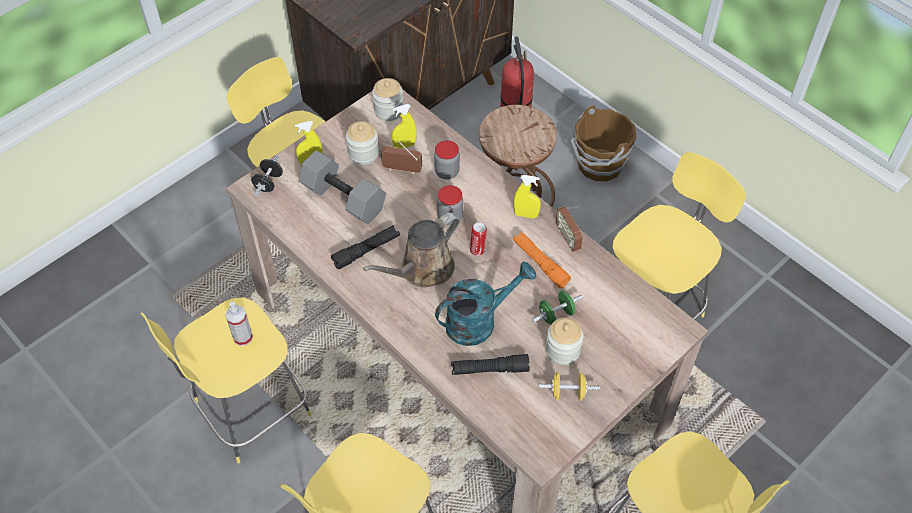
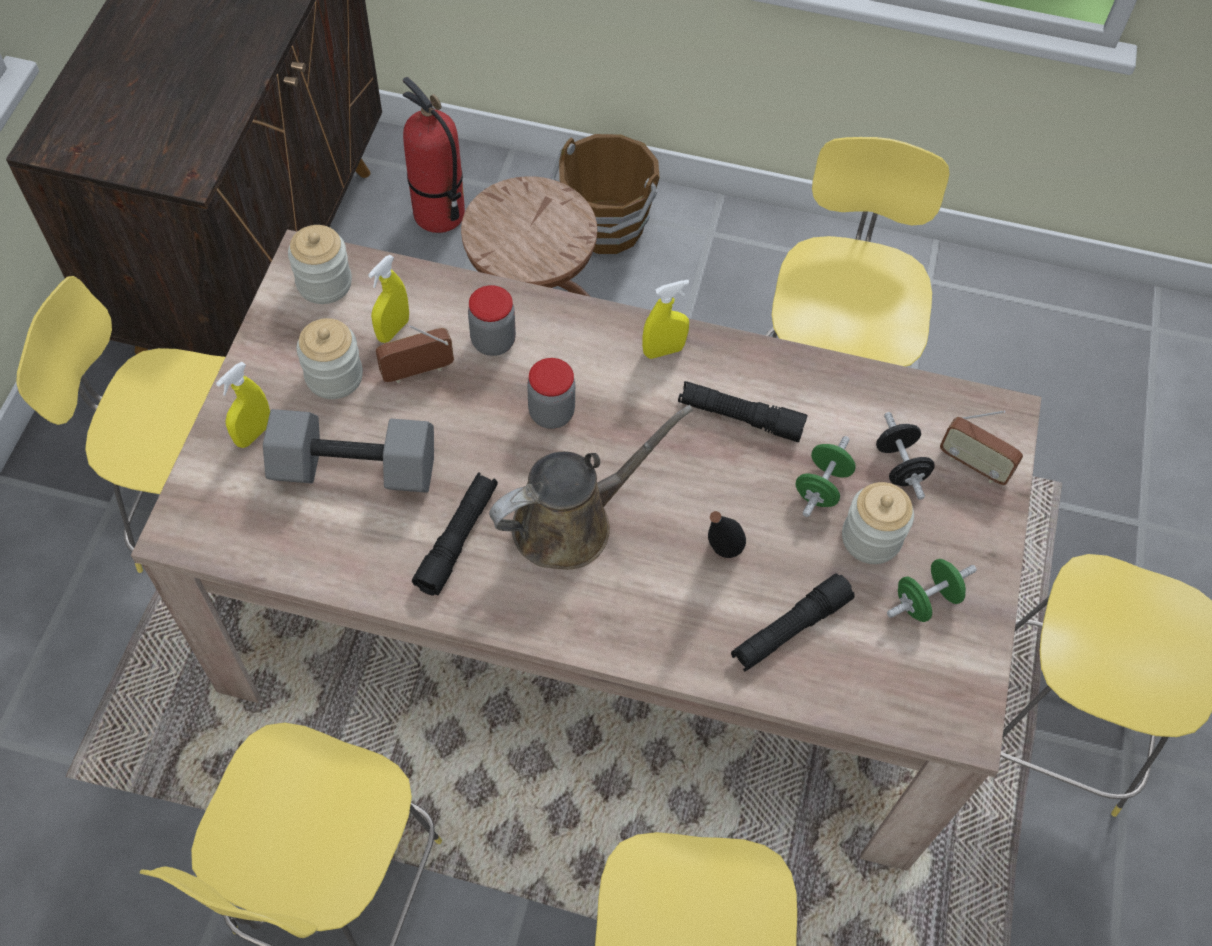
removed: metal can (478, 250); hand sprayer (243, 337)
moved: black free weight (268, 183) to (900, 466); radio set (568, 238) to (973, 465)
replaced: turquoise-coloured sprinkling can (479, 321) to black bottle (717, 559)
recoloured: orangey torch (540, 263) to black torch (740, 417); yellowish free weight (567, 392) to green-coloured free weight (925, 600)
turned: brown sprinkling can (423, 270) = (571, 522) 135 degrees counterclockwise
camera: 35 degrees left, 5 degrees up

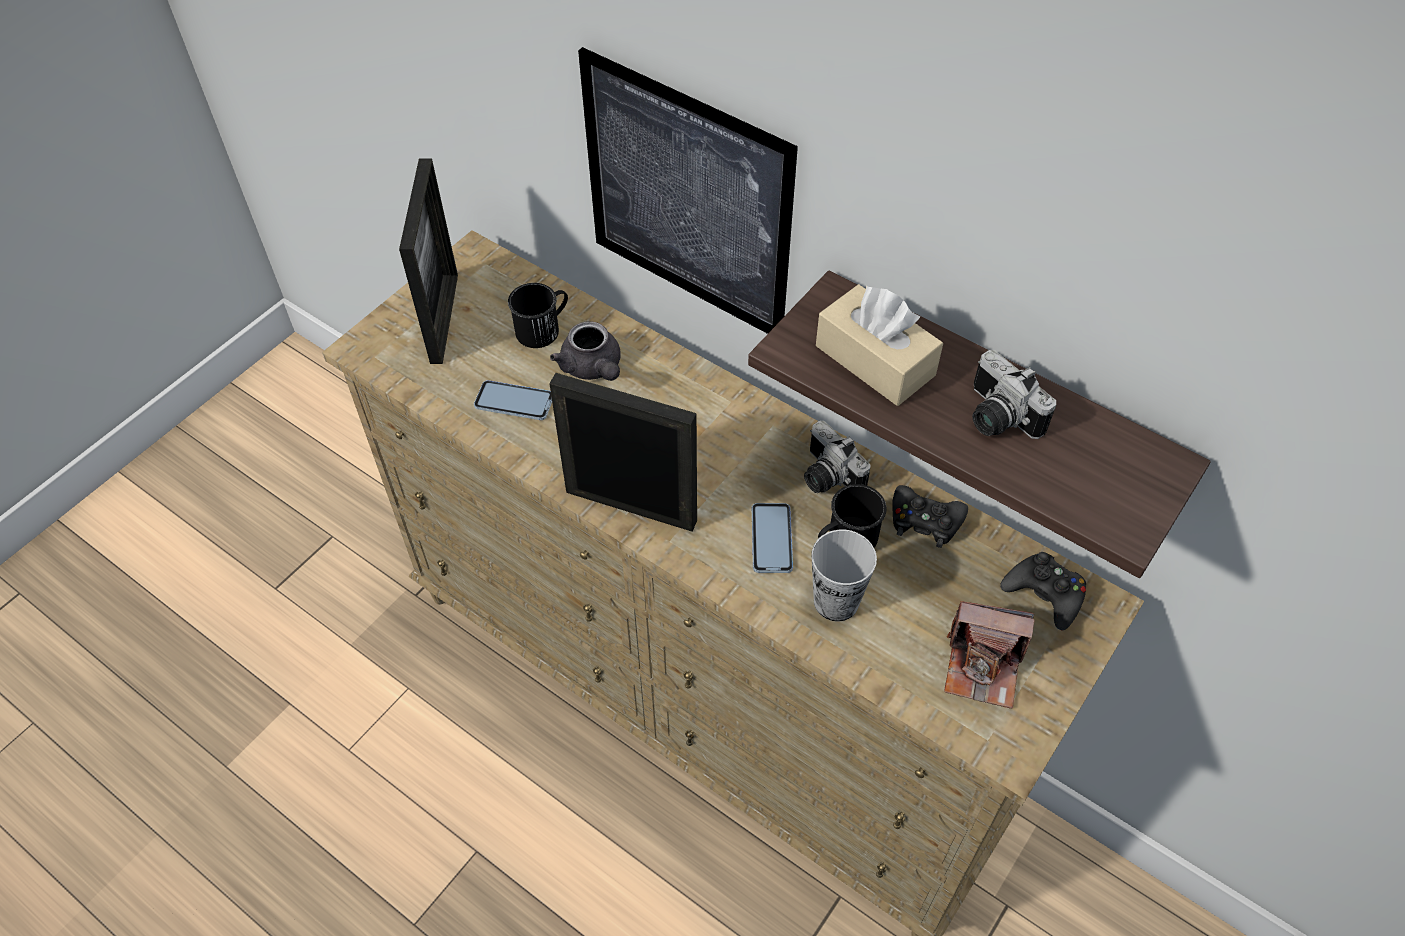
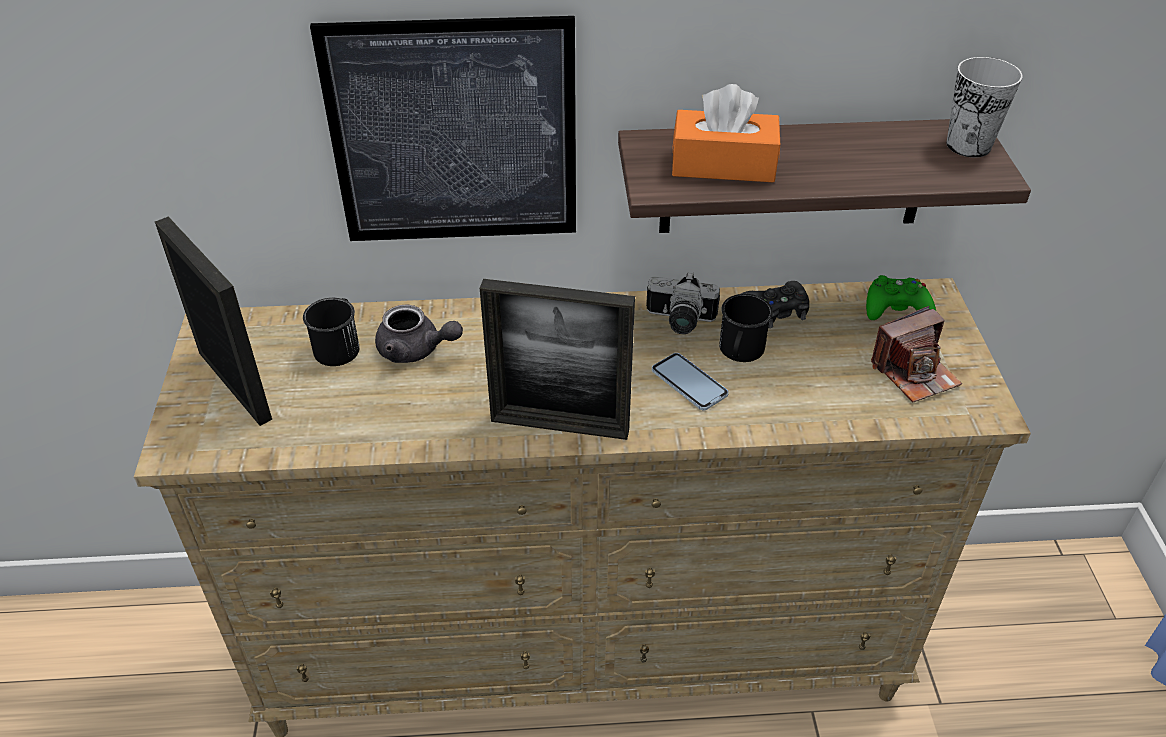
removed: photo camera (996, 418); phone (514, 402)
moved: small cup (836, 601) to (968, 145)
recoloured: beige-coloured box of tissues (875, 360) to orangey box of tissues (723, 165); black game controller (1044, 594) to green-coloured game controller (896, 308)
turned: picture frame (631, 506) = (559, 425) 150 degrees counterclockwise
camera: 40 degrees left, 10 degrees down

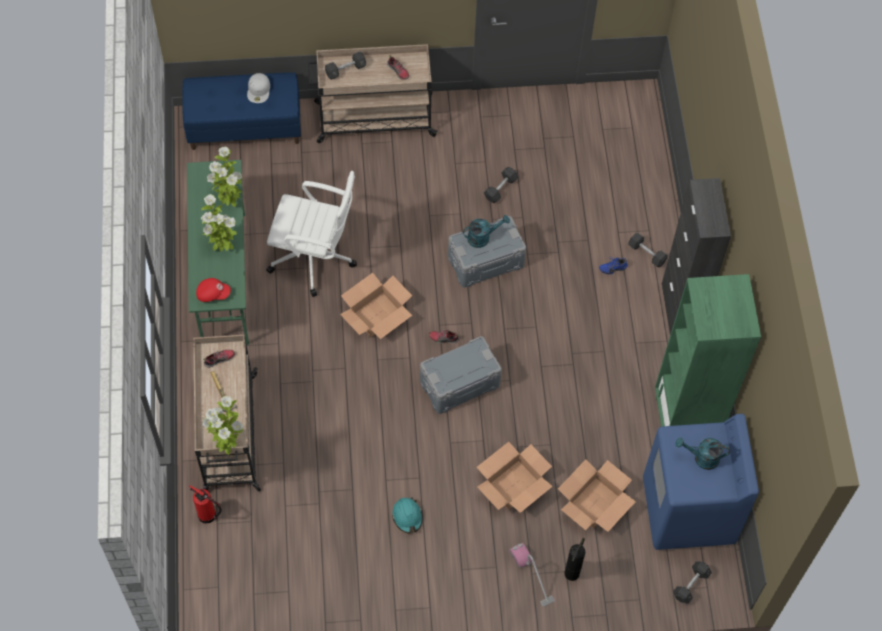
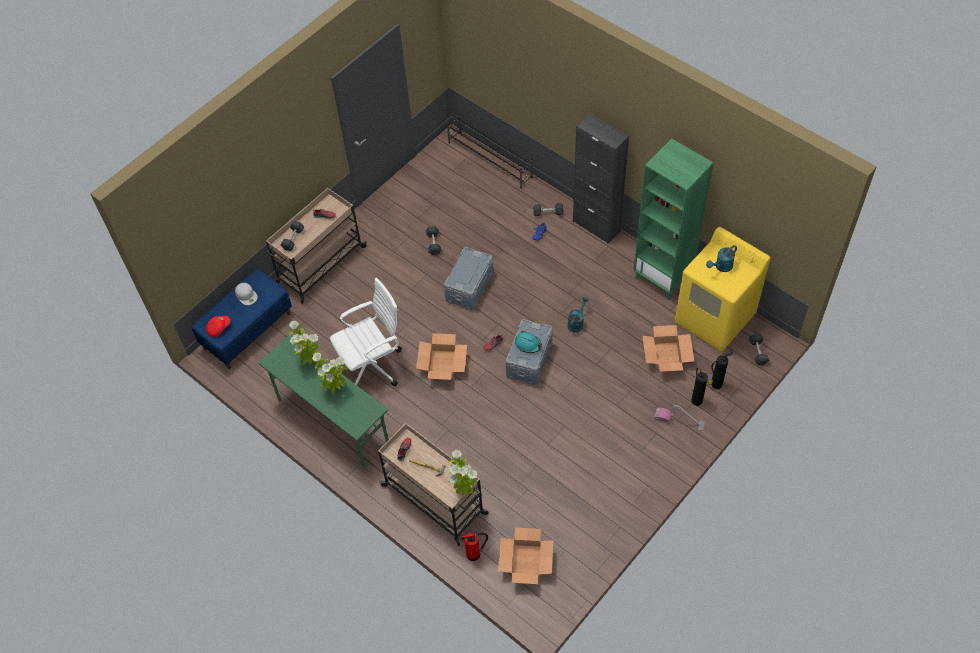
added: black shoe stand (490, 160); fire extinguisher (715, 384)
moved: turquoise-coloured sprinkling can (482, 237) to (576, 322); red cap (213, 293) to (218, 328); cardboard box (513, 485) to (526, 562); turquoise-coloured hard hat (407, 516) to (528, 344)
recoloured: blue laundry machine (688, 511) to yellowish laundry machine (715, 318)
camera: 40 degrees left, 5 degrees down

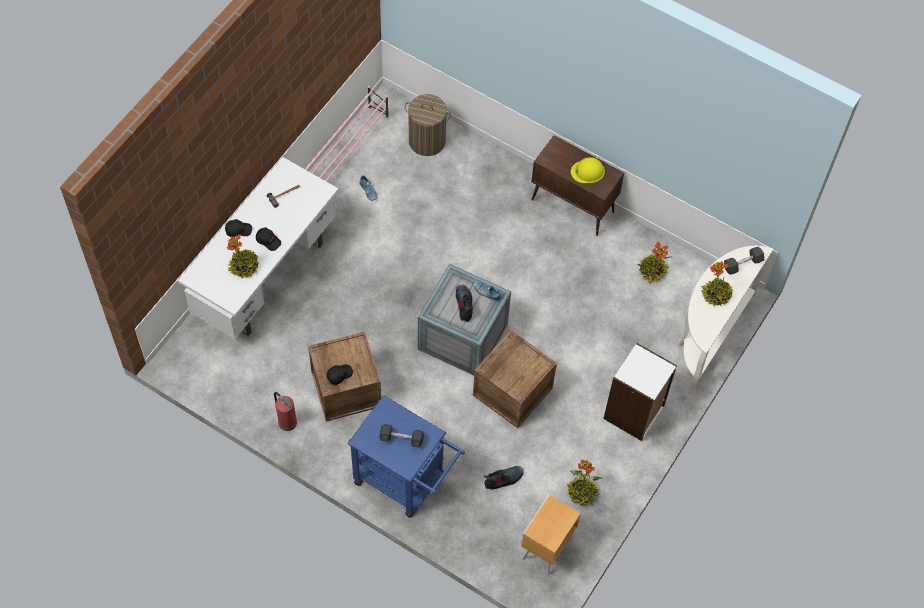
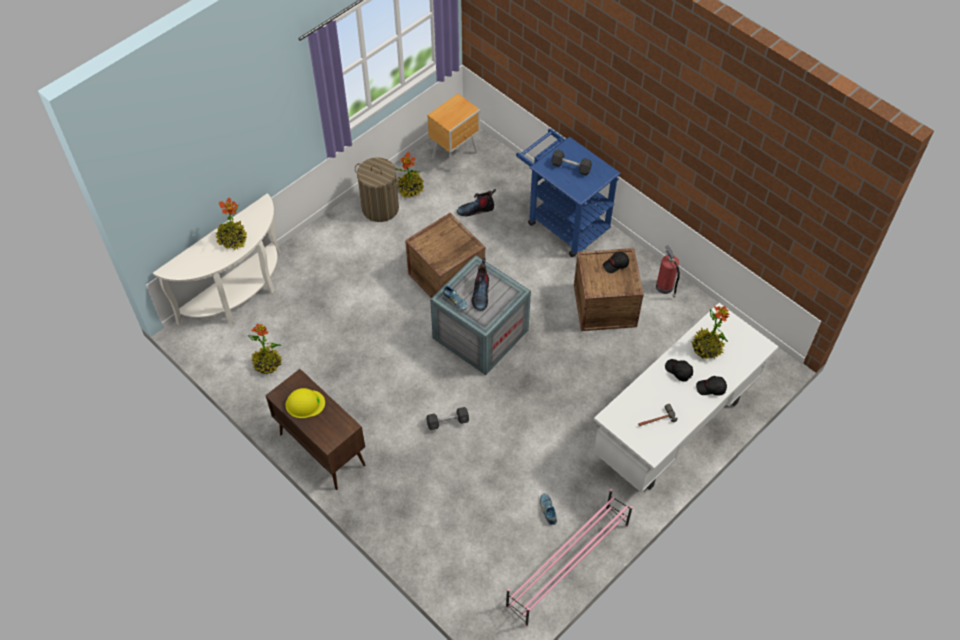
removed: white bookcase (634, 413)
moved: washing basket (427, 141) to (380, 208); greyish free weight (742, 264) to (447, 422)
camera: 165 degrees left, 5 degrees down

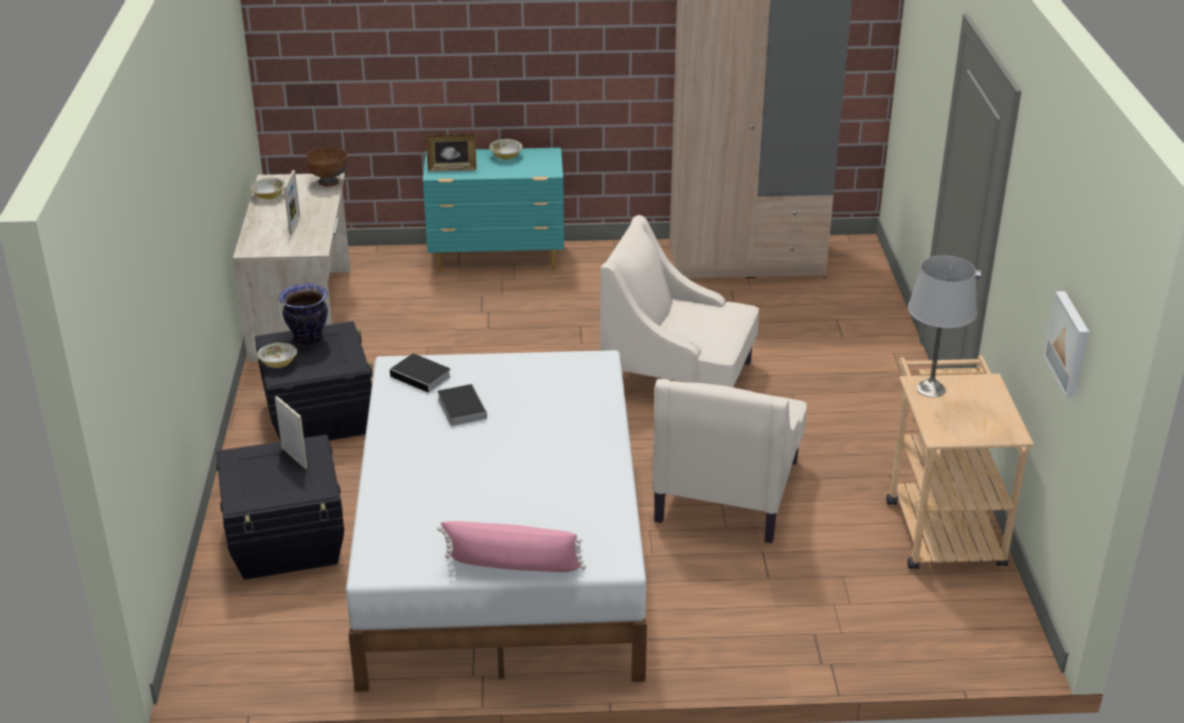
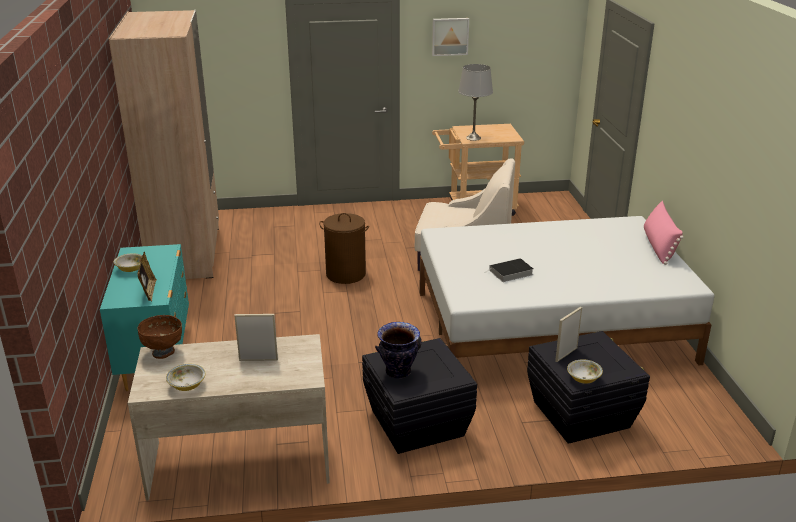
removed: bound book (422, 377)
moved: picture (1070, 343) to (450, 36); bowl (278, 363) to (583, 379)
replaced: beige-coloured easy chair (679, 378) to brown washing basket (345, 274)
camera: 95 degrees left, 5 degrees down

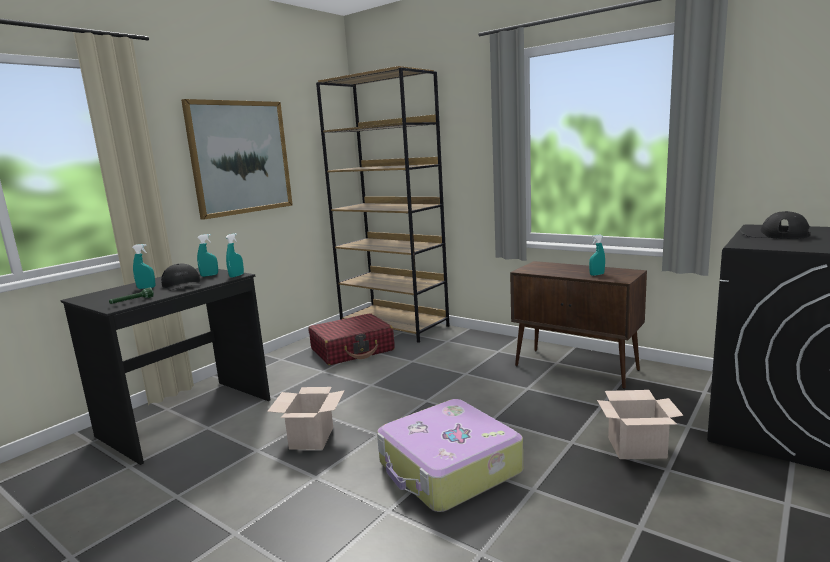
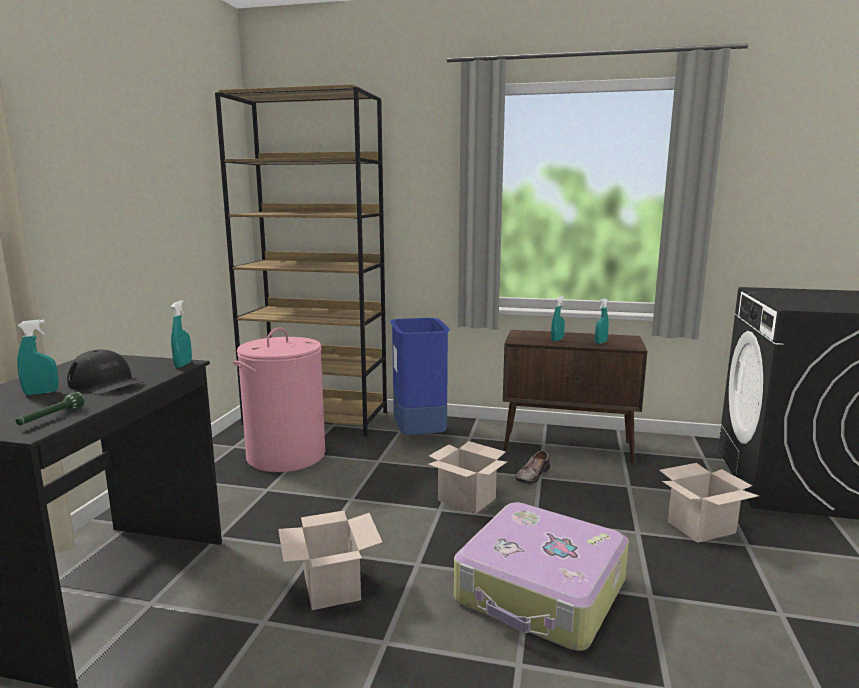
removed: picture (240, 157); black cap (773, 235)
added: blue trash can (420, 436); cardboard box (468, 499); shoe (531, 475)
moved: turquoise-coloured hand sprayer (209, 275) to (557, 340)
replaced: red suitcase (352, 350) to pink-coloured washing basket (286, 455)
camera: 25 degrees left, 0 degrees up

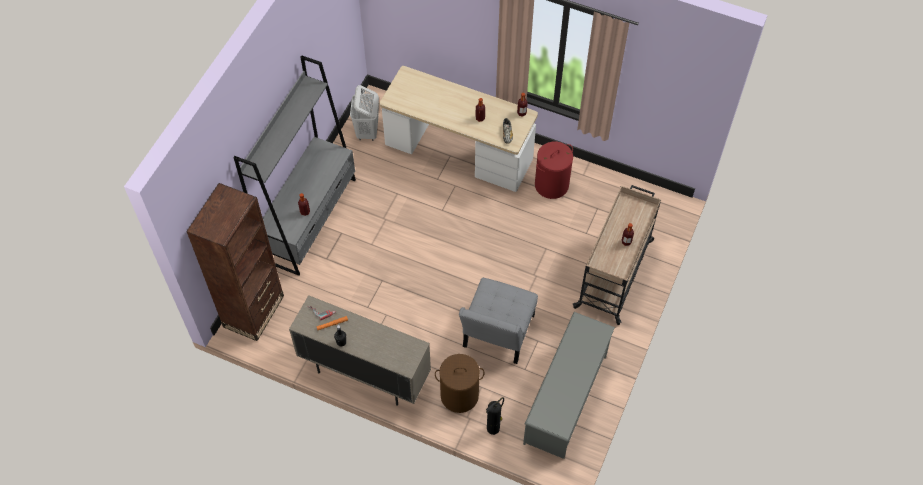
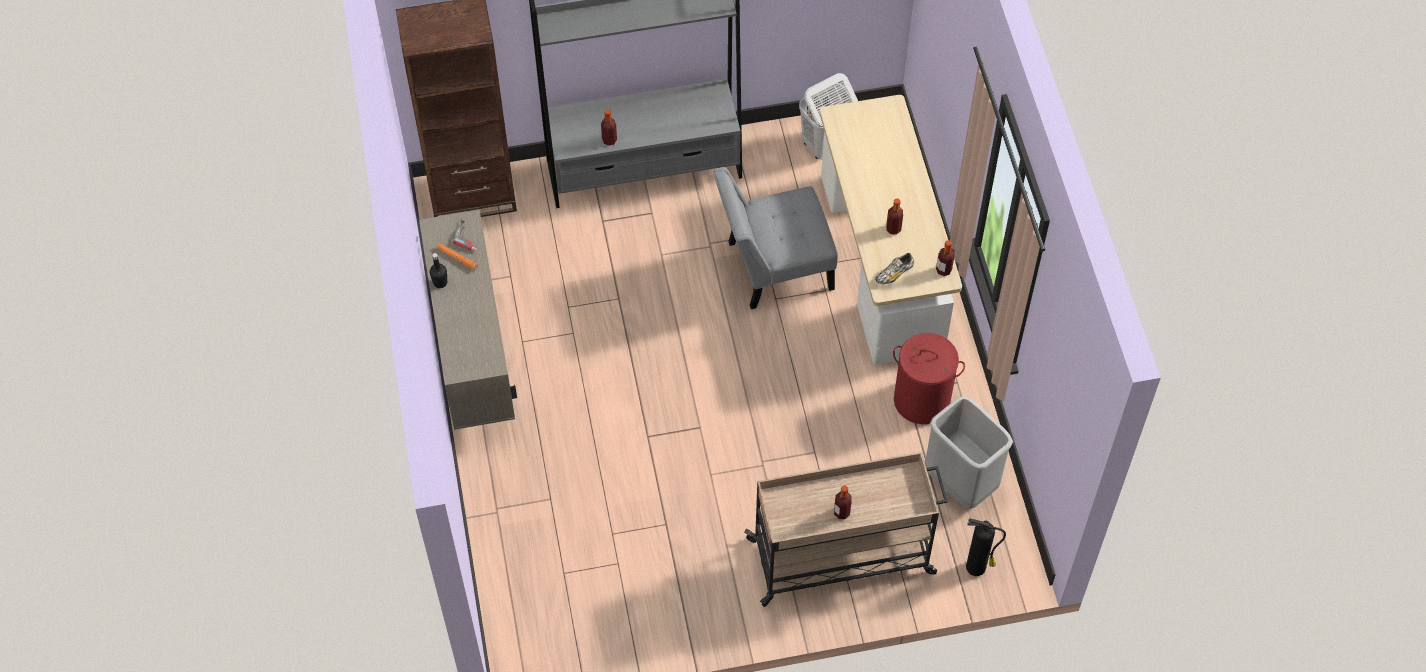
removed: greyish shoe stand (566, 399); brown washing basket (459, 395)
added: greyish trash can (961, 482)
moved: greyish plain chair (497, 335) to (773, 267); fire extinguisher (493, 428) to (977, 567)
camera: 55 degrees right, 0 degrees up

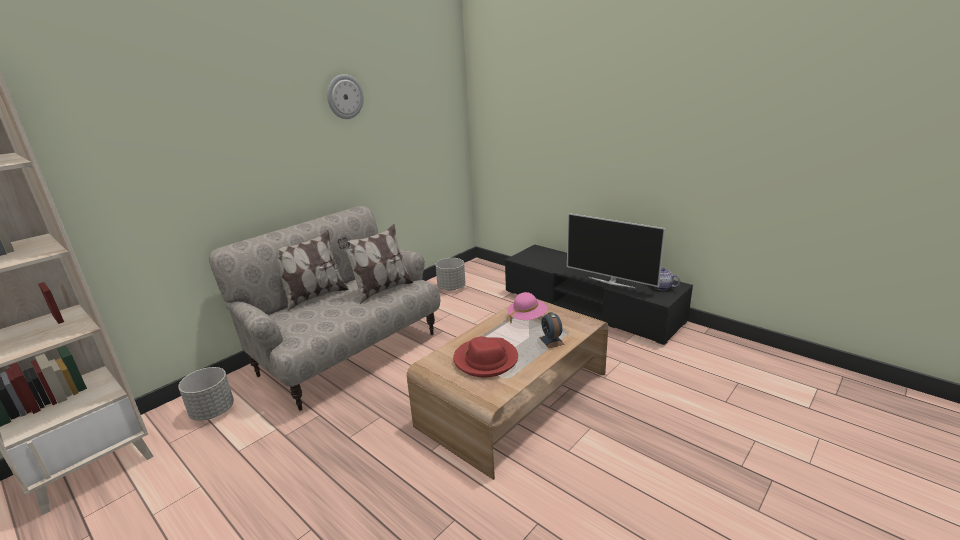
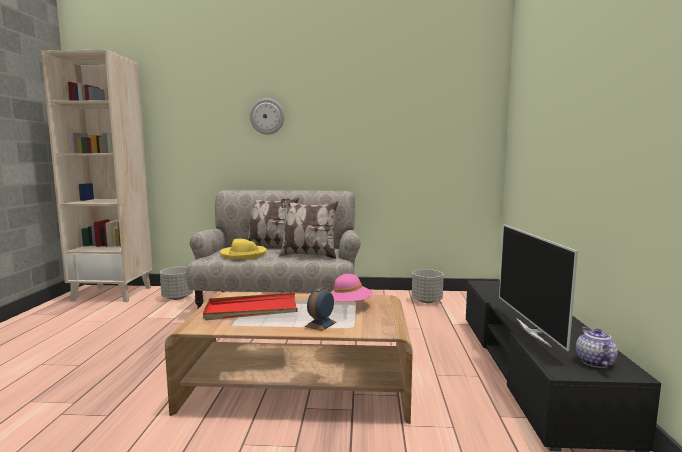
added: yellowish clothing hat (243, 254)
moved: wall clock (344, 97) to (267, 116)
replaced: red clothing hat (485, 360) to red serving tray (251, 310)
camera: 50 degrees right, 15 degrees down

